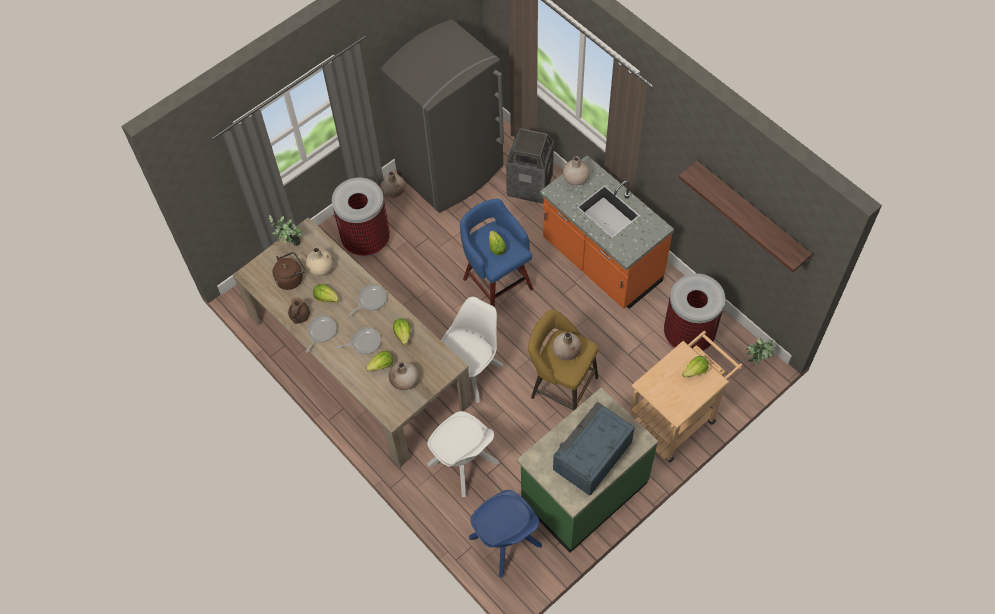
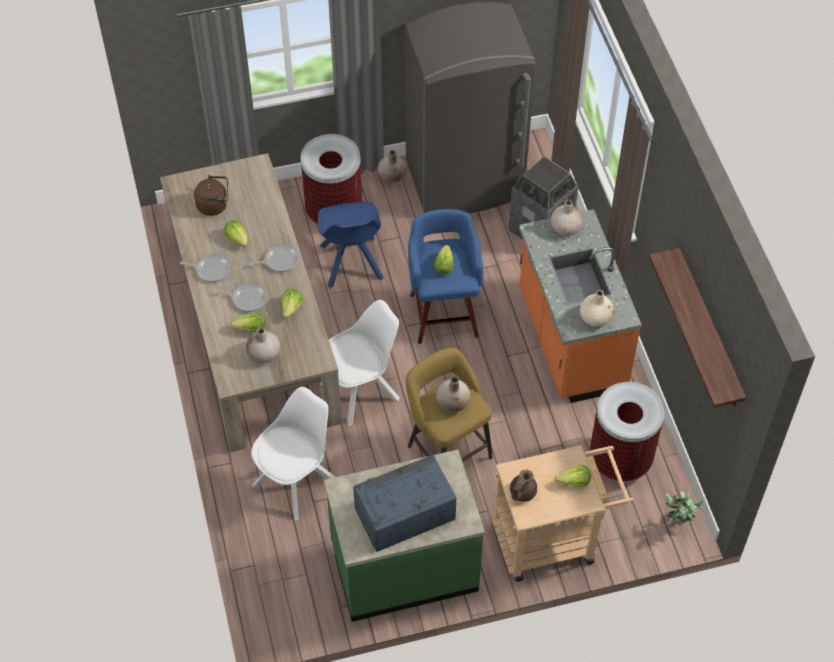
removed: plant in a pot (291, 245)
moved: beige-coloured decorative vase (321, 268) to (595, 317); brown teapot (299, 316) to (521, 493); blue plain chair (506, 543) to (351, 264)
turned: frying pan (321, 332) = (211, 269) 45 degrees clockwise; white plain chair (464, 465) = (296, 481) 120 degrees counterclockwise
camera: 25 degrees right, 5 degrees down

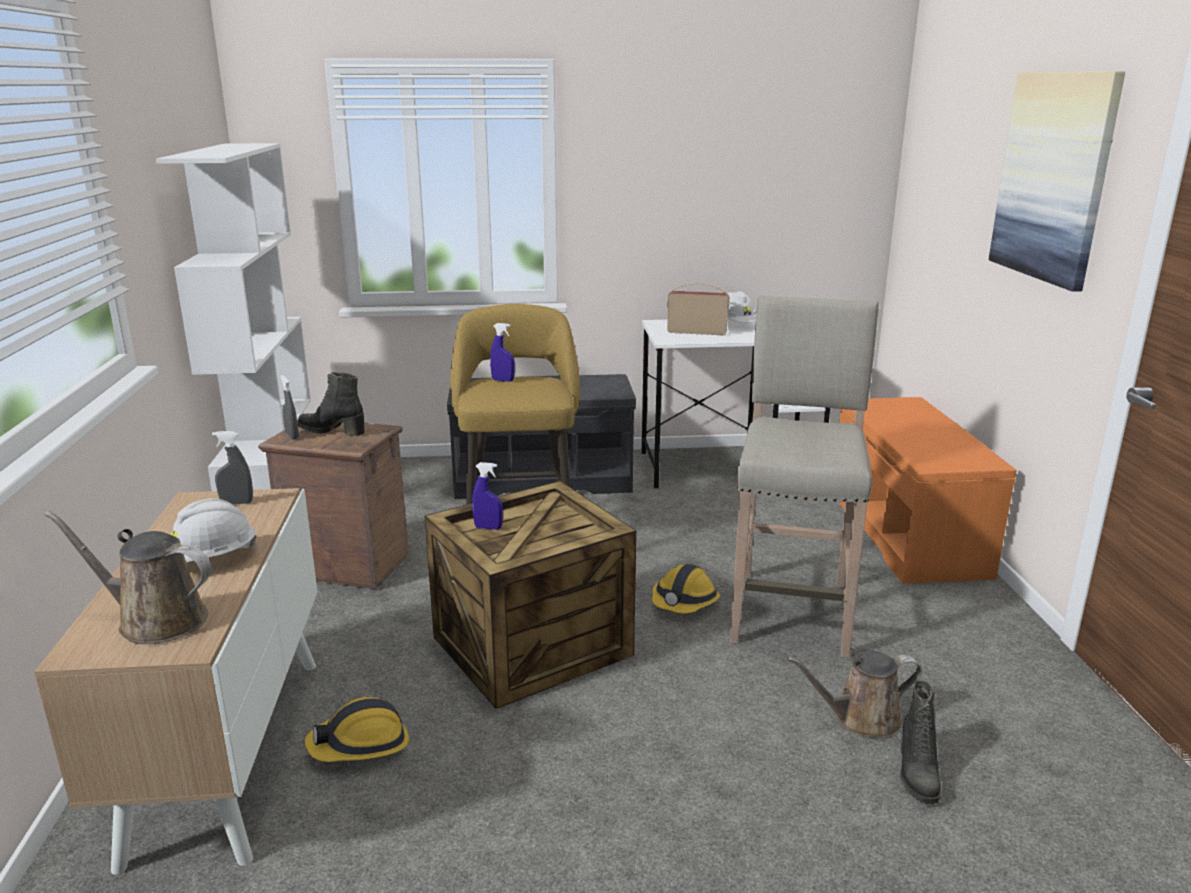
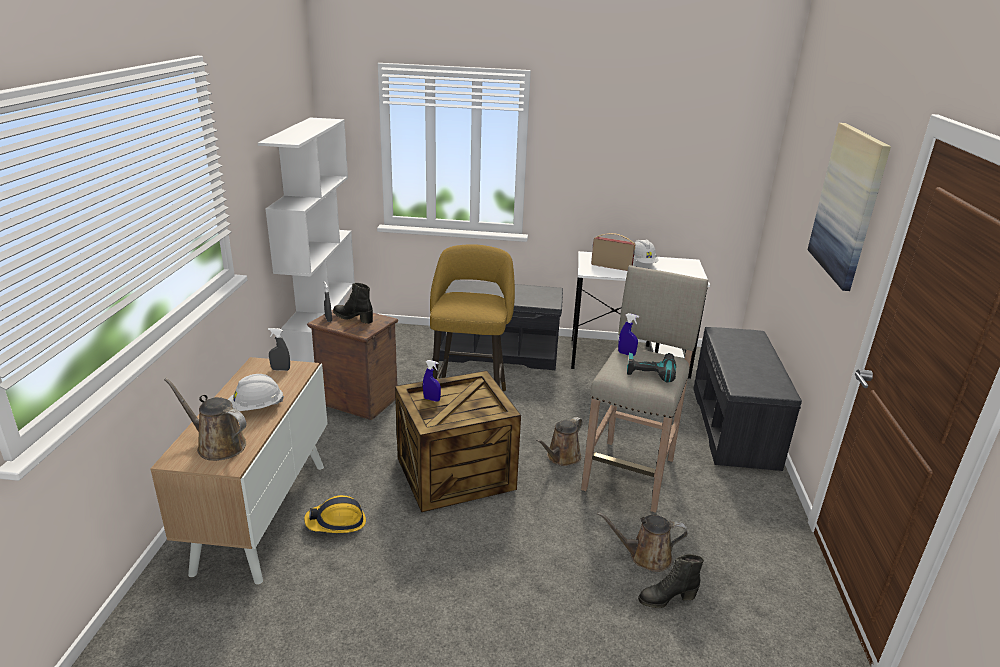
added: drill (650, 371)
moved: blue hand sprayer (503, 380) to (626, 354)
replaced: hard hat (684, 603) to brown sprinkling can (561, 457)
recoloured: orangey indoor bench (909, 533) to greyish indoor bench (735, 427)
turned: black boot (916, 774) = (666, 598) 60 degrees clockwise
camera: 10 degrees right, 5 degrees up

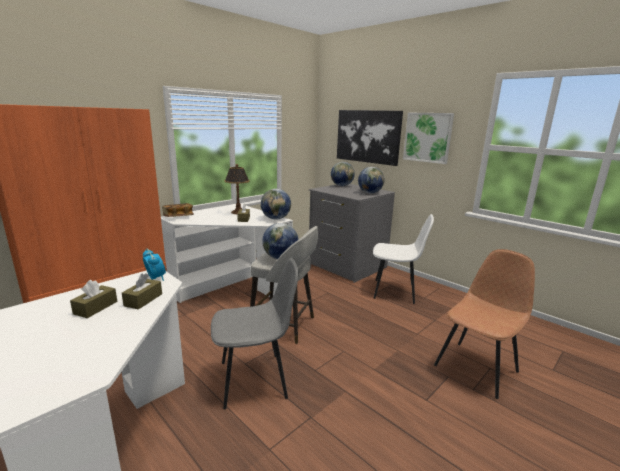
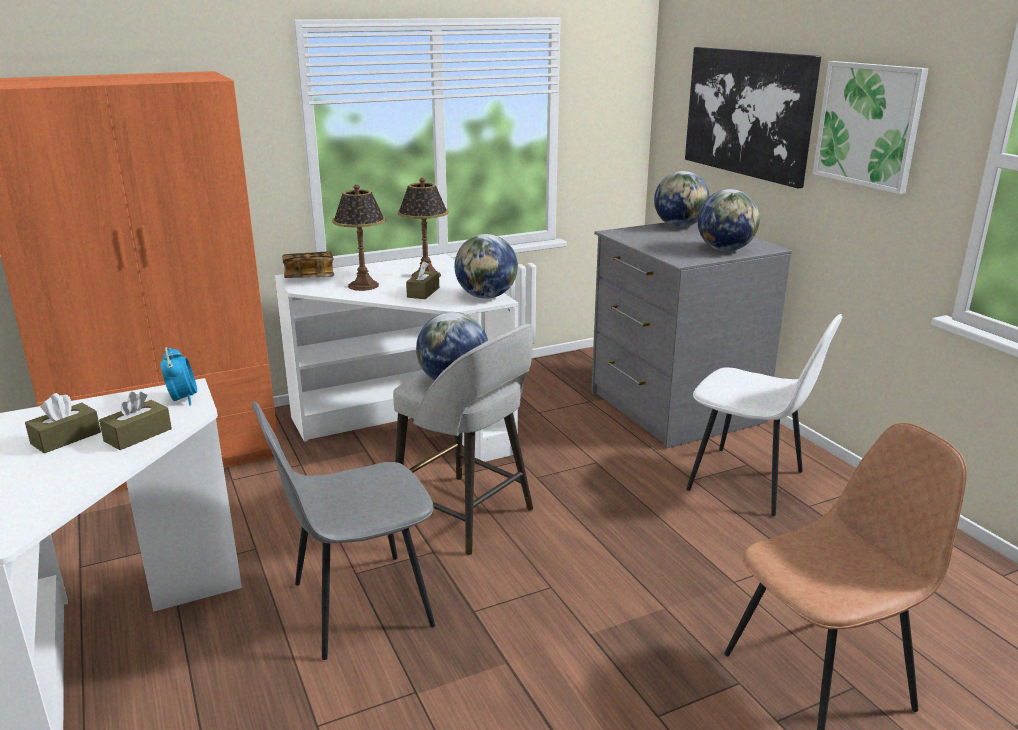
added: lamp for a table (363, 286)
turned: greyish plain chair (255, 379) = (358, 605) 150 degrees clockwise
camera: 20 degrees right, 5 degrees up

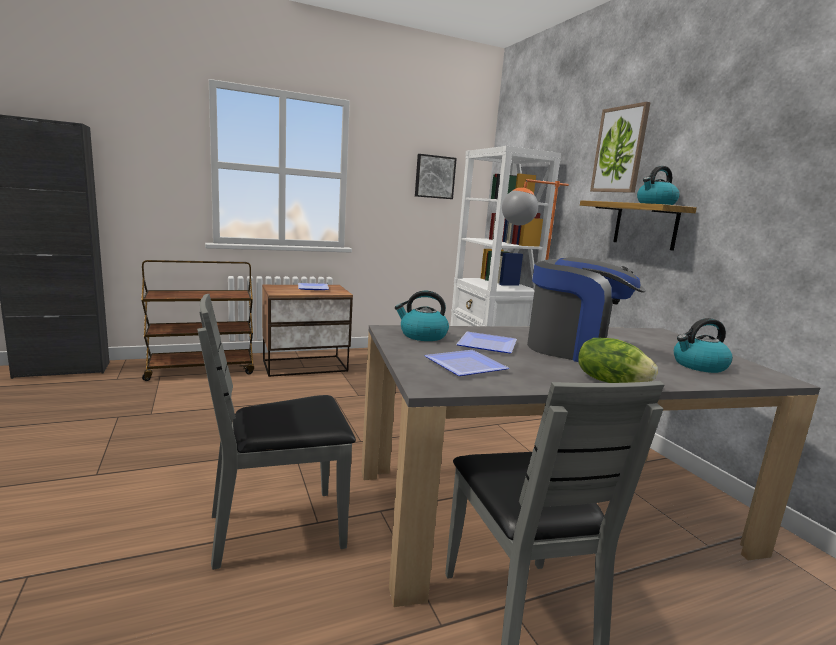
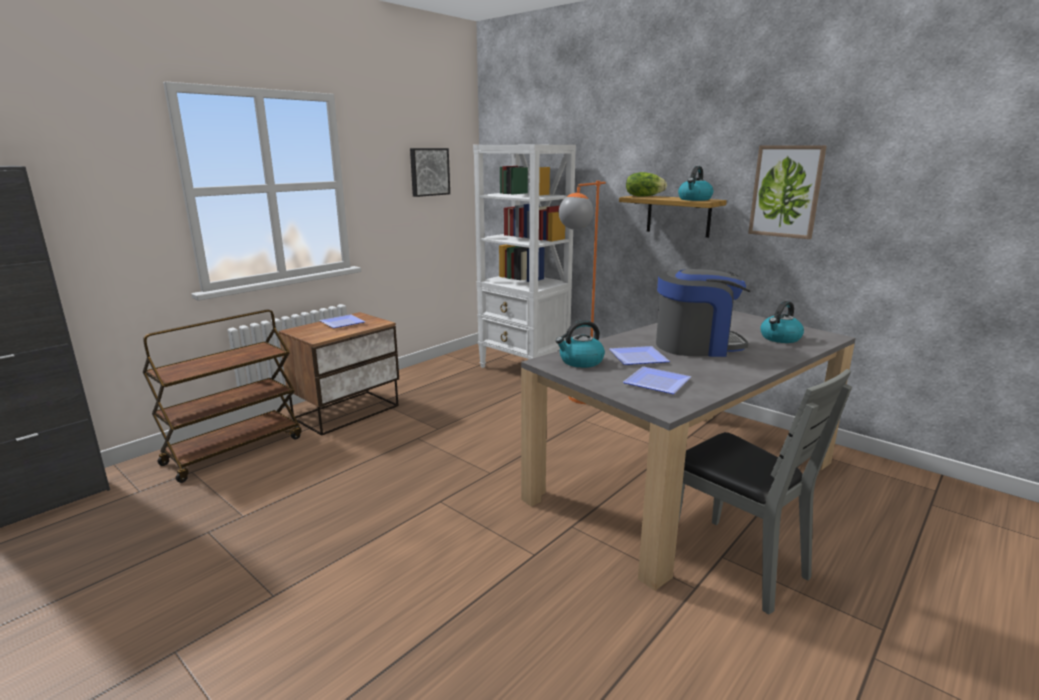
removed: greyish plain chair (279, 528)
moved: picture (620, 150) to (786, 191); lettuce head (610, 381) to (643, 196)
camera: 25 degrees left, 5 degrees up

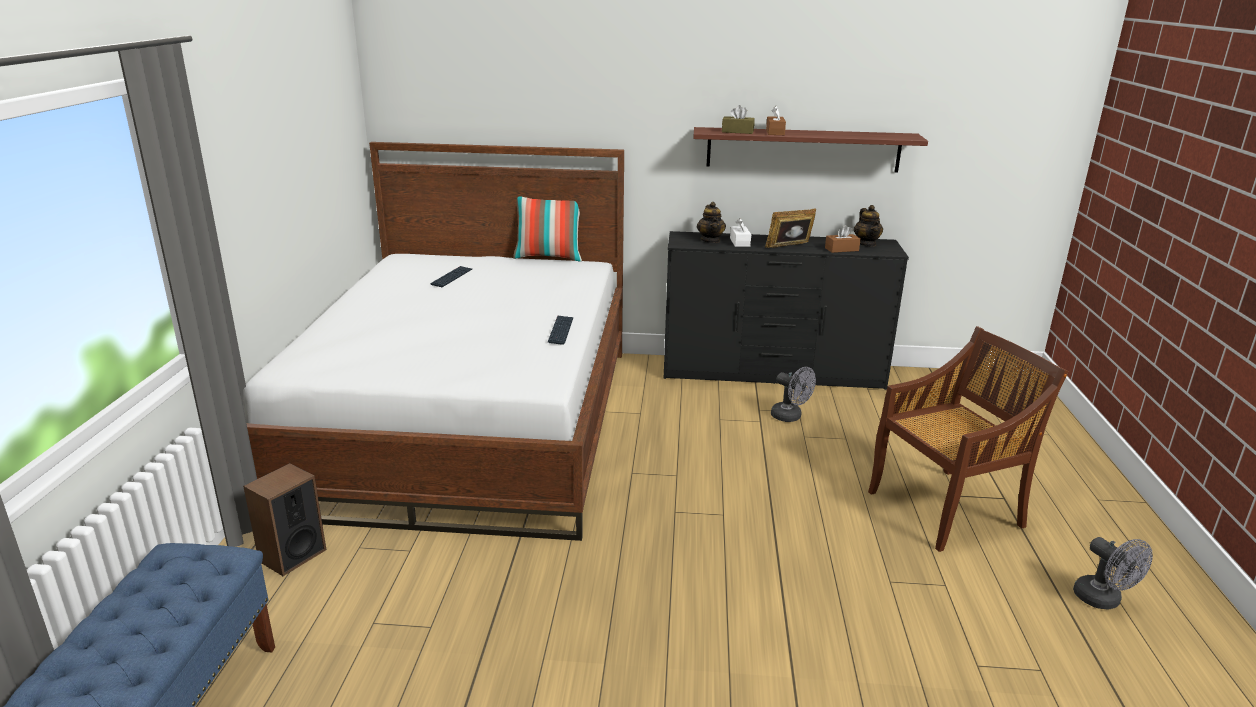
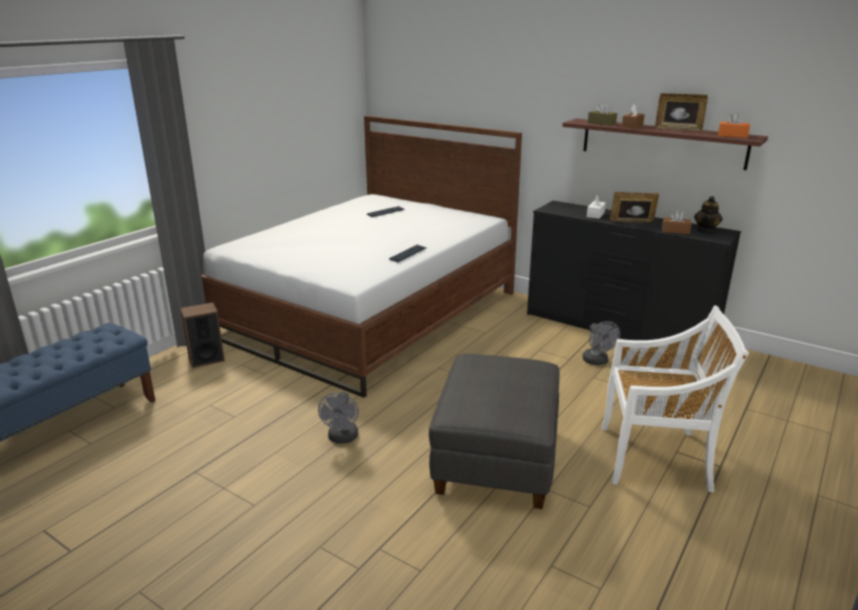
removed: pillow (549, 257); teapot (710, 240)
added: picture frame (678, 129); orangey box of tissues (732, 135); greyish ottoman (496, 460)
moved: greyish electric fan (1103, 601) to (342, 438)
recoloured: brown plain chair (946, 508) to white plain chair (656, 457)
camera: 30 degrees right, 0 degrees up

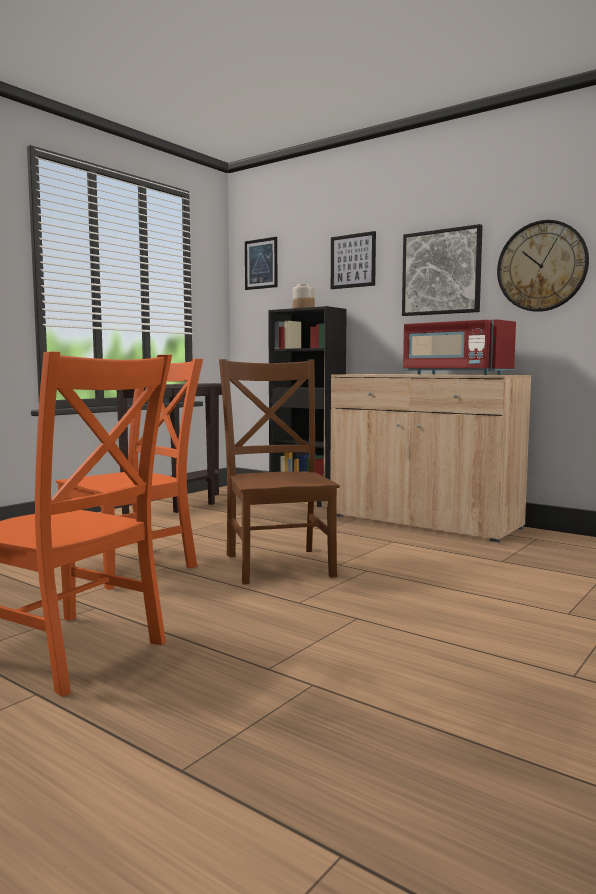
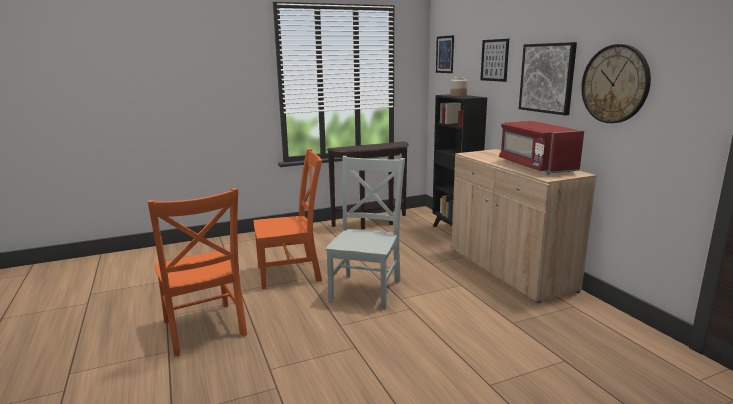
recoloured: brown plain chair (279, 563) to greyish plain chair (367, 289)
camera: 30 degrees right, 10 degrees up

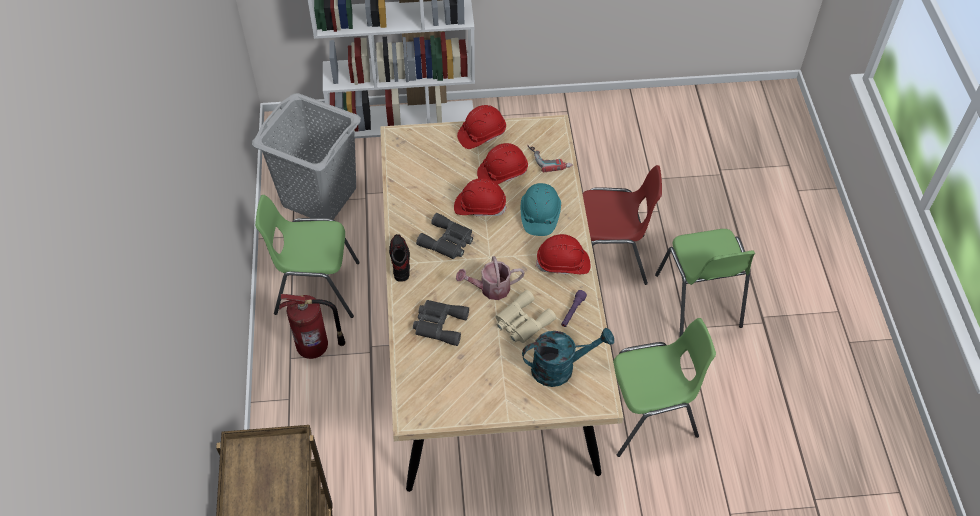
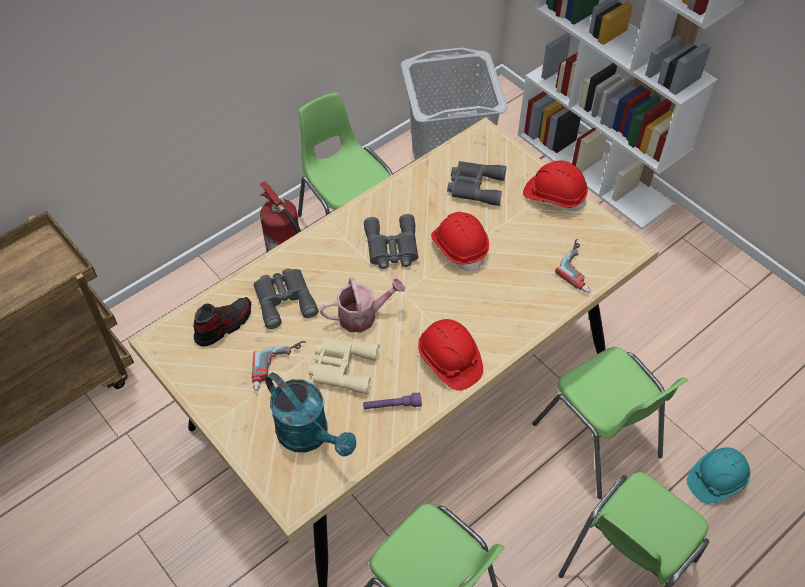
removed: red hard hat (502, 173)
added: greyish pair of binoculars (474, 186); drill (279, 368)
moved: turquoise-coloured hard hat (539, 215) to (716, 479); shoe (399, 261) to (224, 325)
recoloured: red plain chair (608, 259) to green-coloured plain chair (598, 441)
turned: sprinkling can (490, 288) = (362, 316) 120 degrees clockwise
camera: 55 degrees right, 0 degrees up

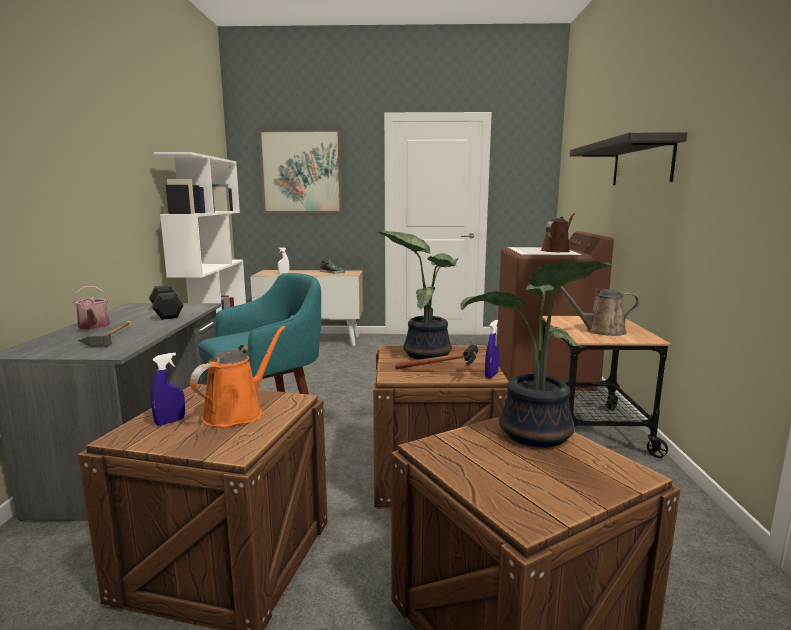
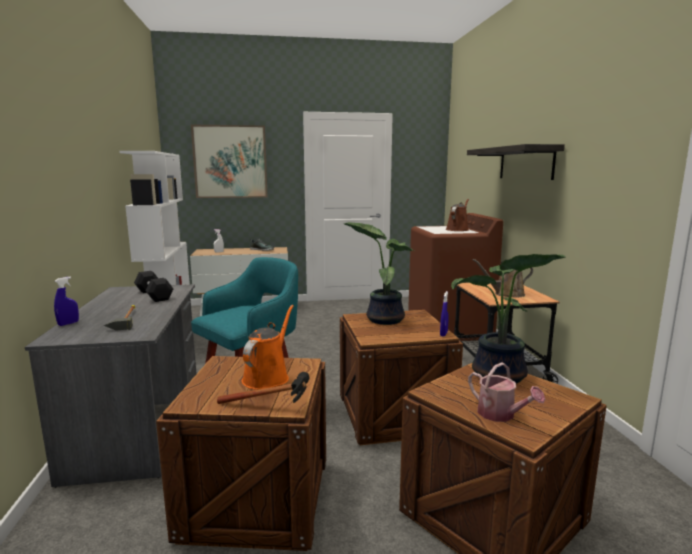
moved: sprinkling can (94, 326) to (500, 415); hammer (446, 374) to (274, 407); blue hand sprayer (170, 422) to (68, 323)
camera: 10 degrees left, 0 degrees up

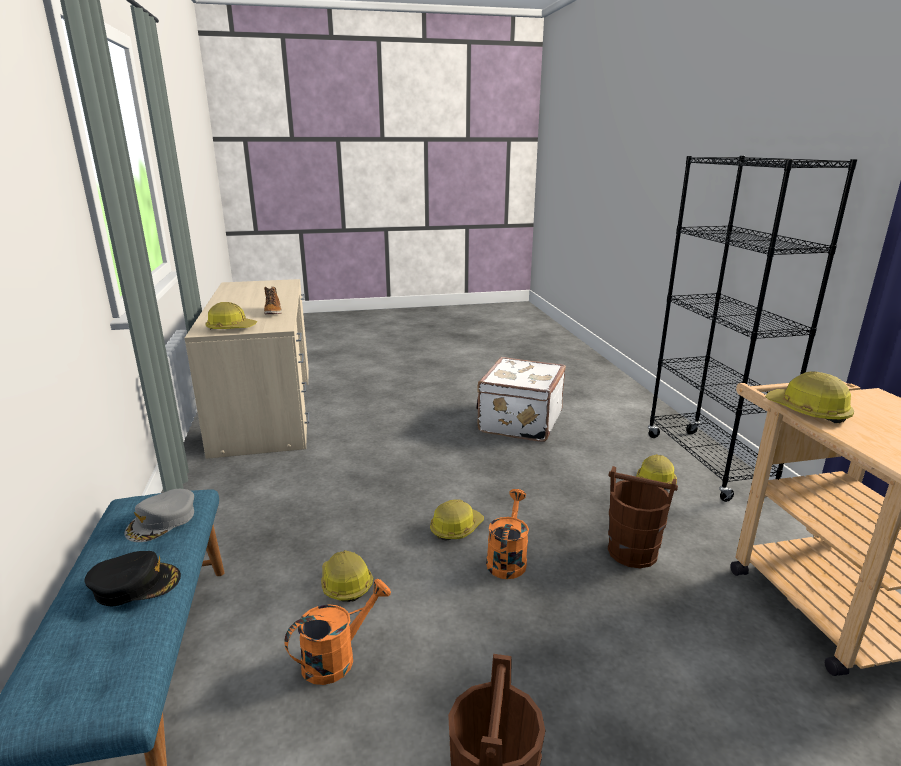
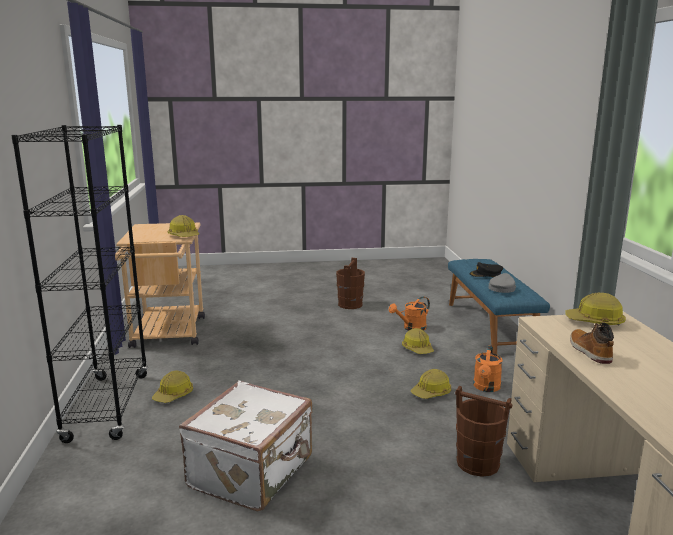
moved: brown bucket (633, 552) to (477, 463); orangey sprinkling can (507, 559) to (486, 388); hard hat (456, 528) to (431, 392)
camera: 175 degrees left, 5 degrees down

